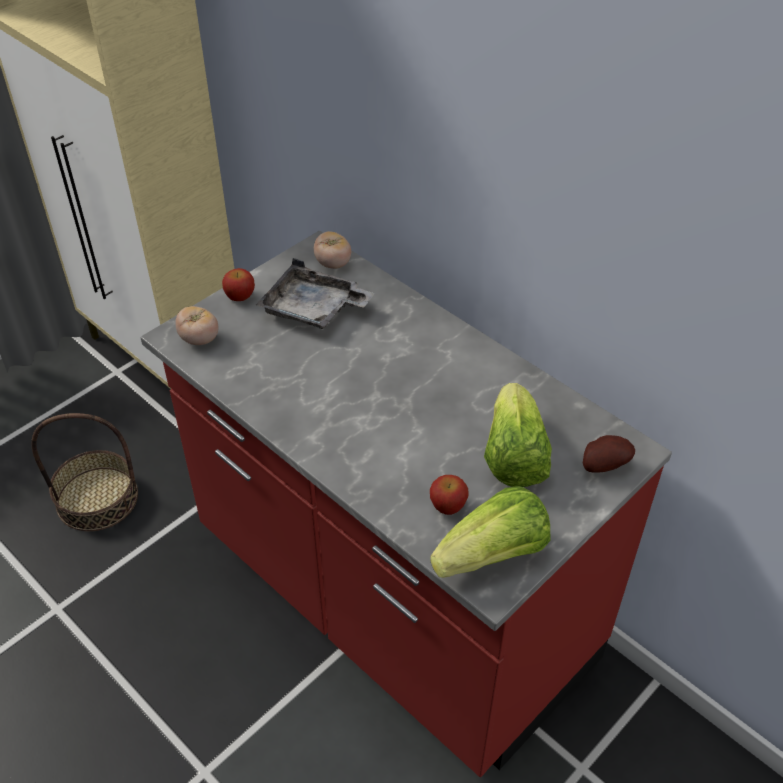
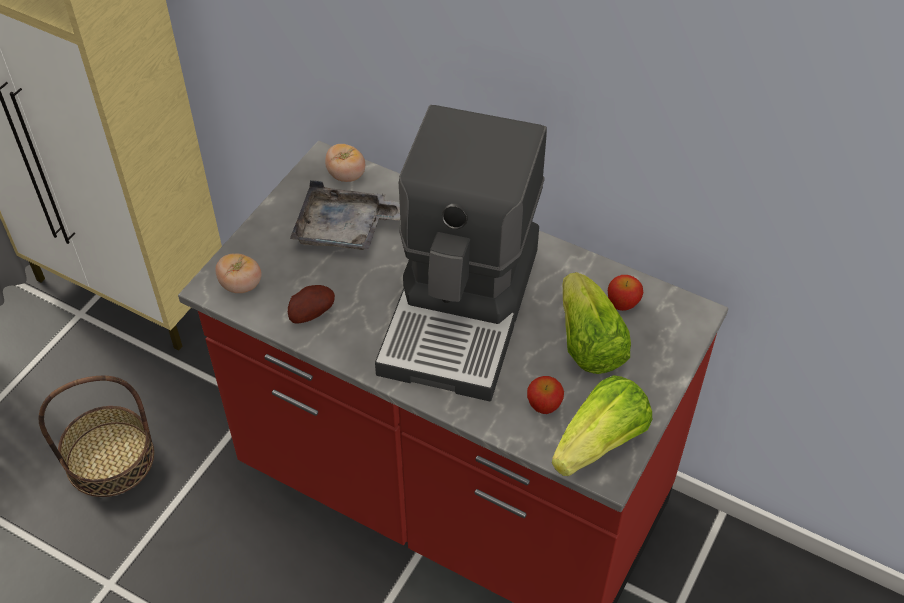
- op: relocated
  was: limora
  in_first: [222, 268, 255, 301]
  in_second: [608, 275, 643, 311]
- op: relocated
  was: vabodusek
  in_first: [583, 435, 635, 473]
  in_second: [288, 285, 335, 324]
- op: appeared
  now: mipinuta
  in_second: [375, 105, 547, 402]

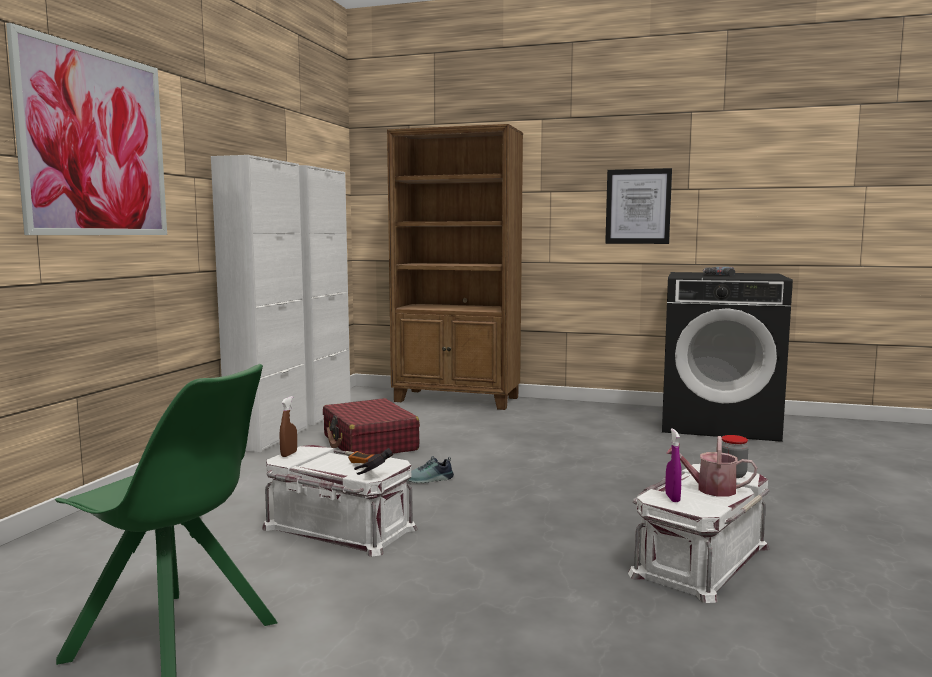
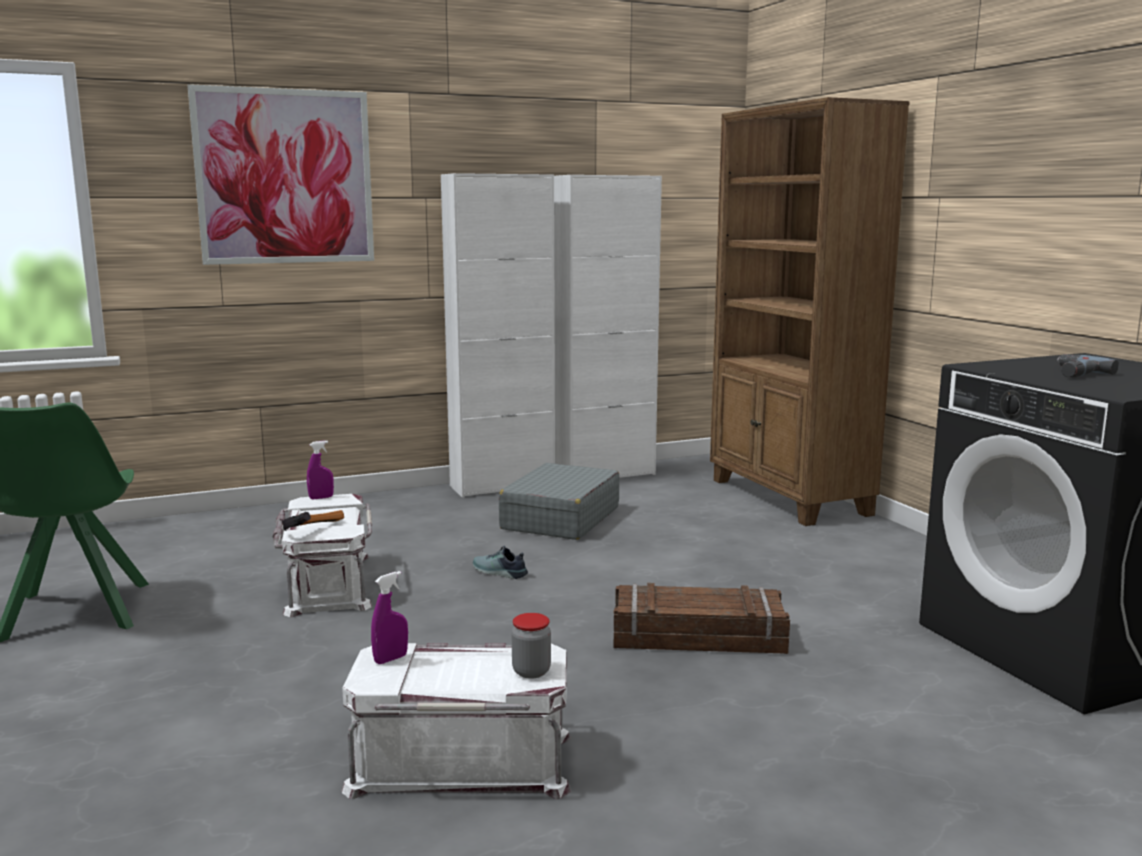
- op: missing
  was: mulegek
  in_first: [605, 168, 672, 244]
- op: colour
  was: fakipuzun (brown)
  now: fakipuzun (purple)
  in_first: [279, 396, 297, 457]
  in_second: [307, 441, 334, 499]
- op: colour
  was: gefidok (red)
  now: gefidok (grey)
  in_first: [323, 398, 420, 454]
  in_second: [499, 463, 620, 540]
- op: missing
  was: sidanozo
  in_first: [666, 436, 757, 497]
- op: appeared
  now: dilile
  in_second: [613, 583, 790, 654]

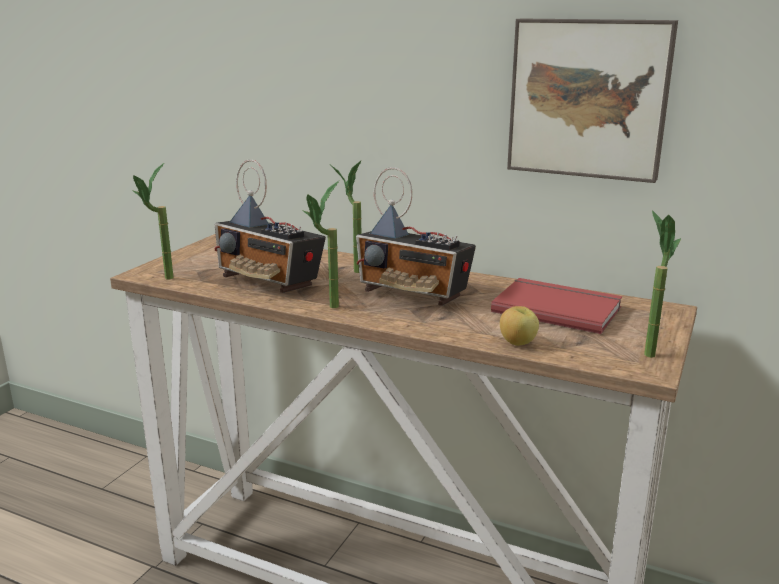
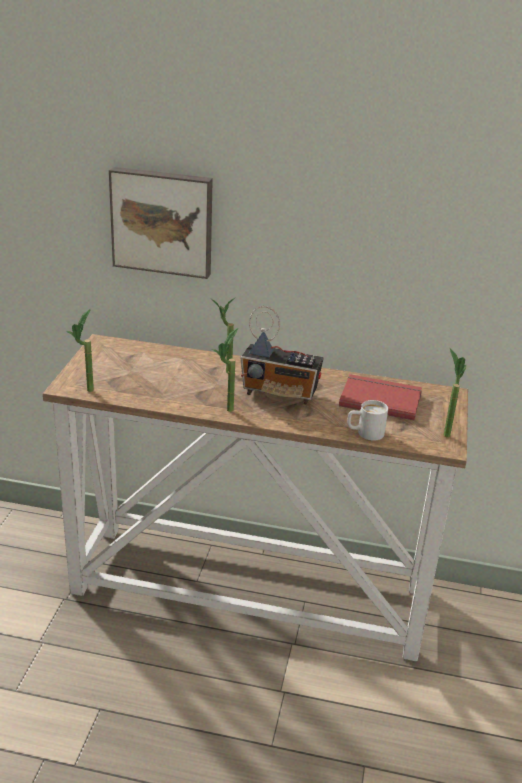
- op: relocated
  was: mulegek
  in_first: [507, 18, 678, 183]
  in_second: [109, 167, 213, 279]
- op: missing
  was: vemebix
  in_first: [214, 159, 326, 293]
- op: exchanged
  was: limora
  now: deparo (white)
  in_first: [500, 306, 539, 346]
  in_second: [347, 400, 388, 441]

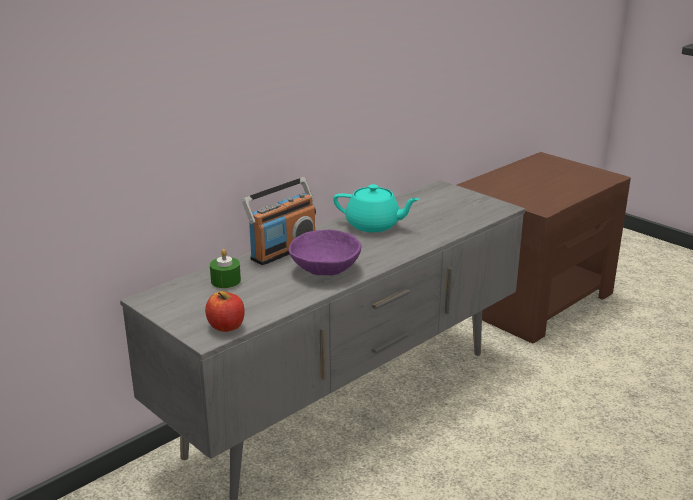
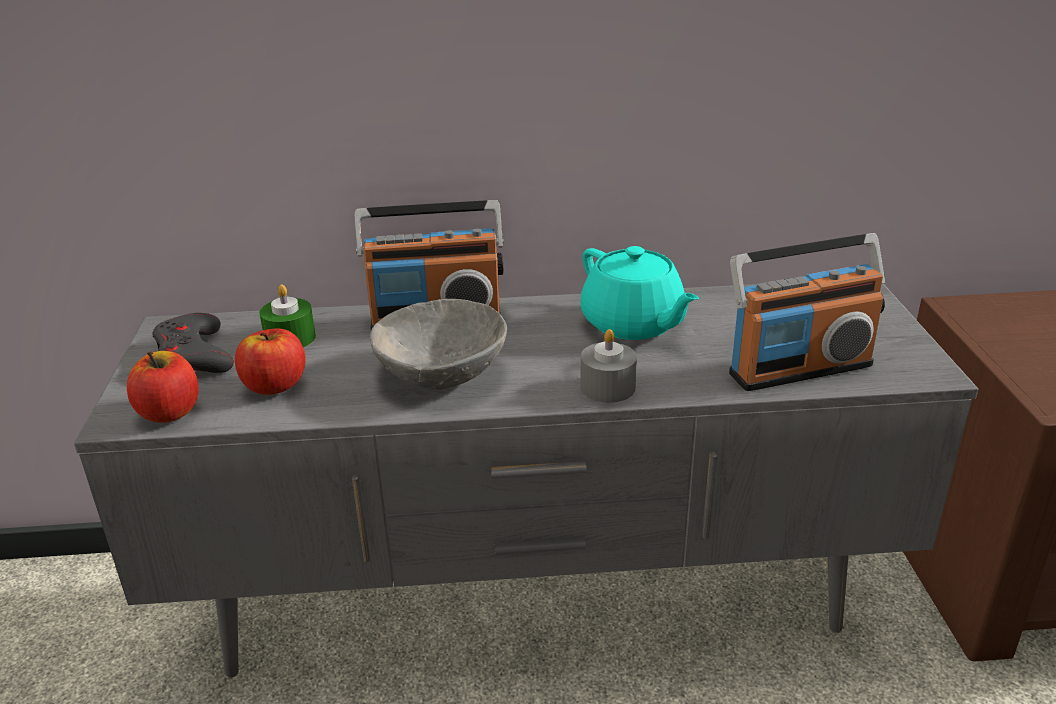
- op: colour
  was: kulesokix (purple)
  now: kulesokix (grey)
  in_first: [289, 229, 361, 275]
  in_second: [370, 299, 507, 390]
- op: appeared
  now: vemebix
  in_second: [729, 233, 885, 391]
- op: appeared
  now: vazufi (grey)
  in_second: [152, 313, 234, 373]
- op: appeared
  now: limora
  in_second: [235, 329, 306, 395]
- op: appeared
  now: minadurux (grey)
  in_second: [580, 329, 637, 403]

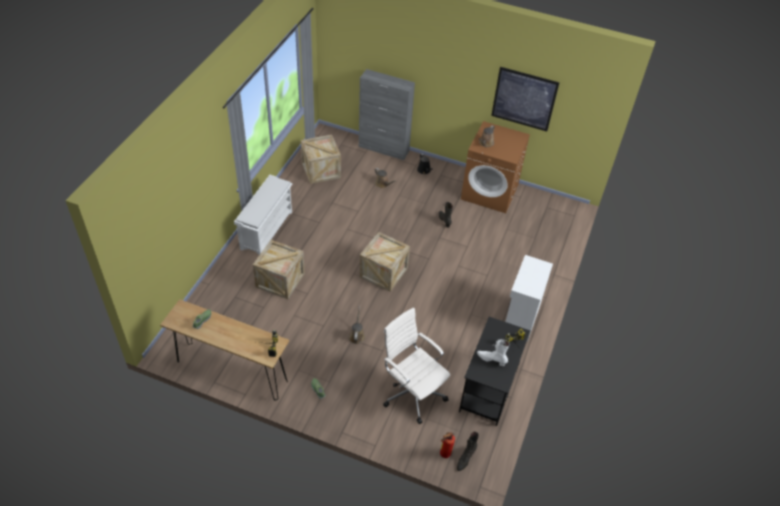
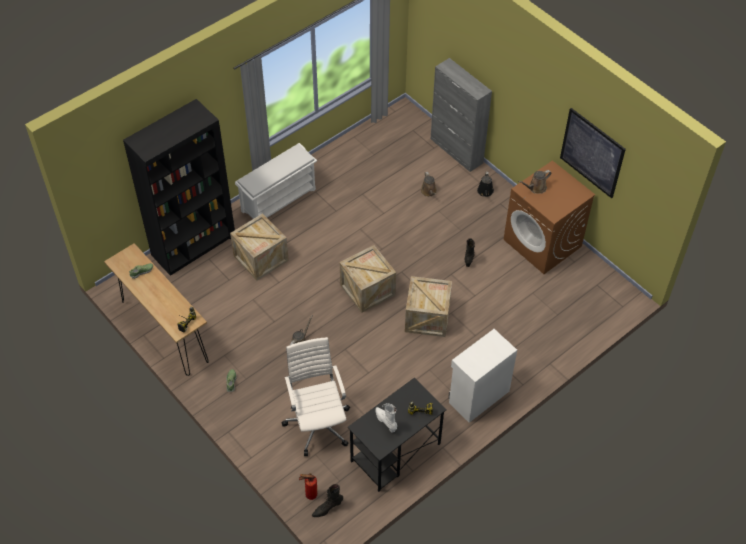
- op: relocated
  was: dilile
  in_first: [301, 134, 341, 184]
  in_second: [405, 276, 452, 337]
- op: appeared
  now: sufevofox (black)
  in_second: [123, 99, 235, 276]

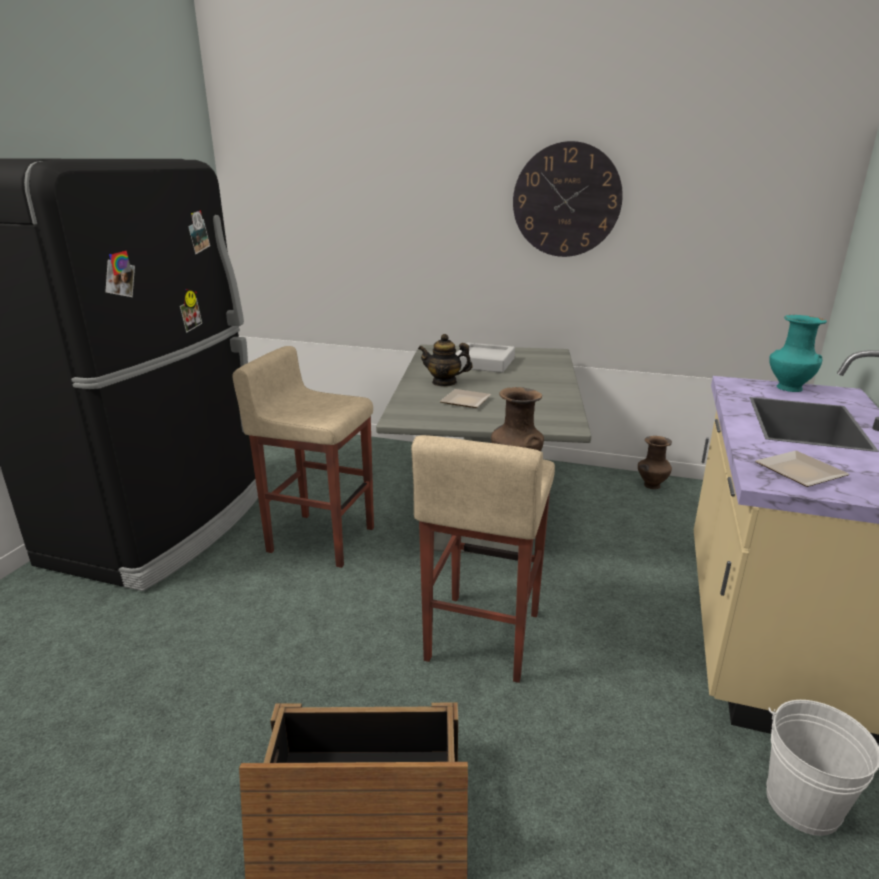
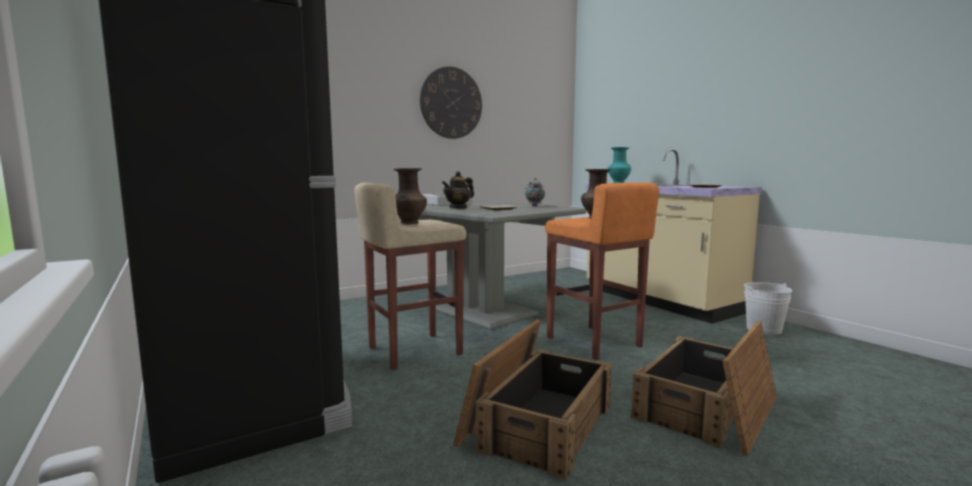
- op: colour
  was: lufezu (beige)
  now: lufezu (orange)
  in_first: [411, 435, 555, 683]
  in_second: [545, 183, 659, 360]
- op: relocated
  was: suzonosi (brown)
  in_first: [638, 436, 672, 489]
  in_second: [394, 168, 427, 224]
- op: appeared
  now: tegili
  in_second: [525, 178, 545, 206]
- op: appeared
  now: dilile
  in_second: [453, 319, 612, 480]

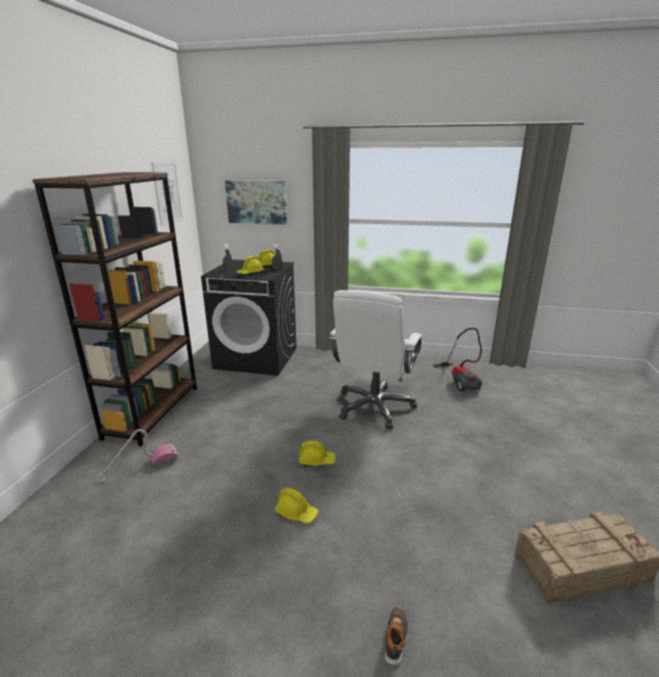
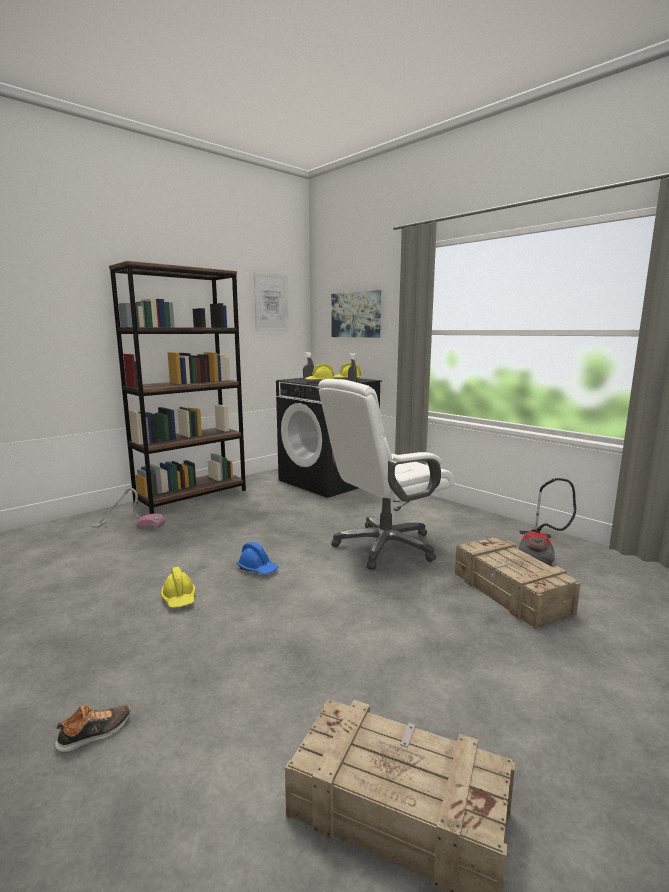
- op: colour
  was: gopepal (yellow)
  now: gopepal (blue)
  in_first: [299, 441, 336, 466]
  in_second: [237, 542, 279, 574]
- op: appeared
  now: dilile
  in_second: [455, 537, 581, 629]

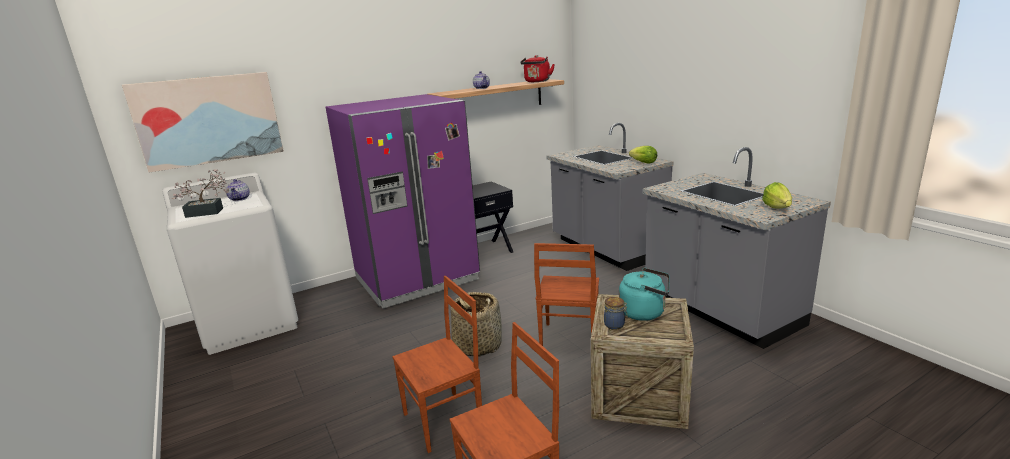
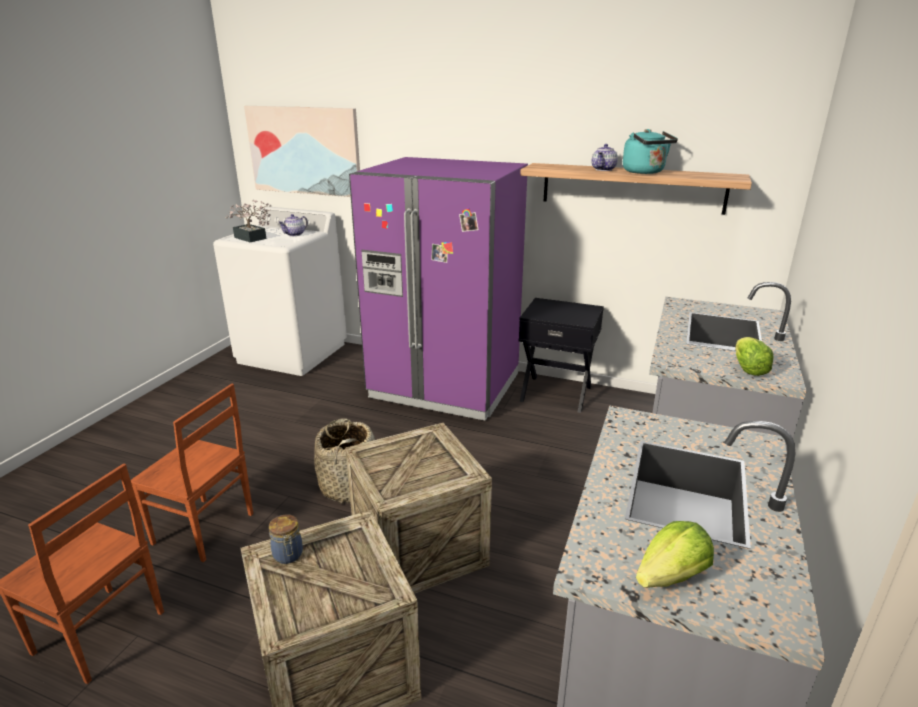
- op: missing
  was: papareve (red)
  in_first: [520, 55, 555, 82]
- op: exchanged
  was: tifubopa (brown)
  now: dilile
  in_first: [534, 243, 599, 346]
  in_second: [345, 423, 492, 594]
- op: relocated
  was: papareve (turquoise)
  in_first: [619, 268, 669, 321]
  in_second: [623, 129, 678, 174]

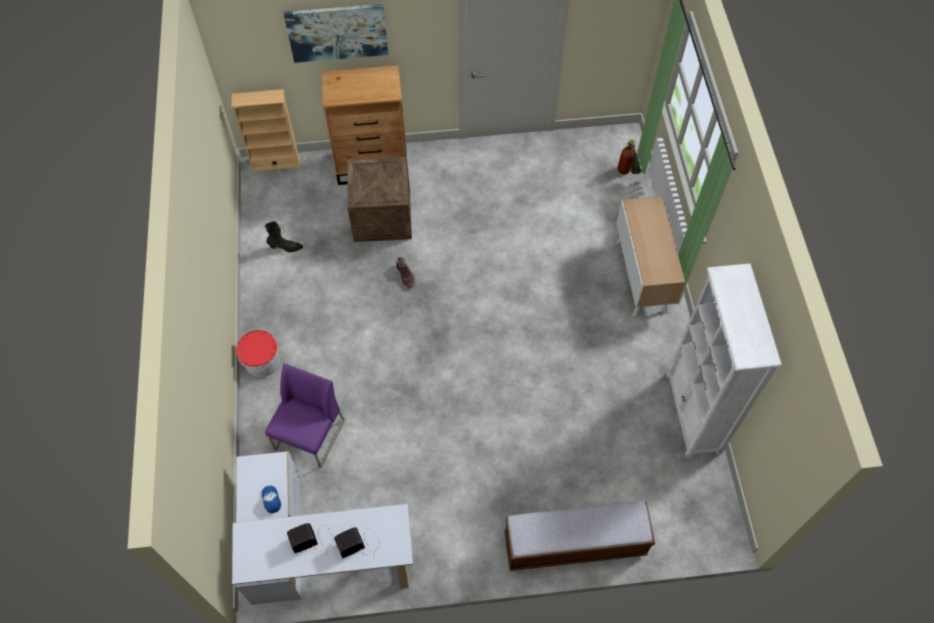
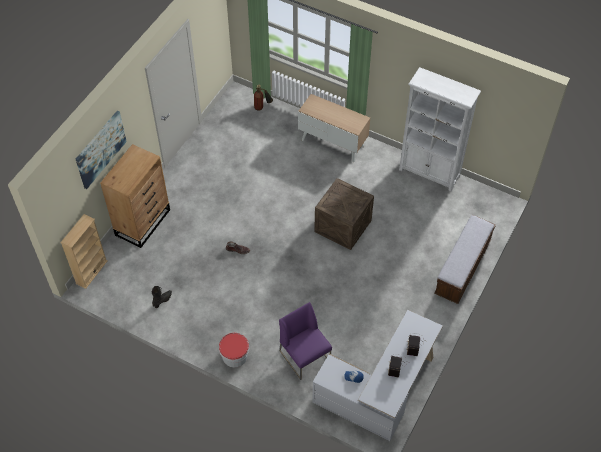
- op: relocated
  was: dilile
  in_first: [347, 157, 412, 242]
  in_second: [314, 178, 374, 250]

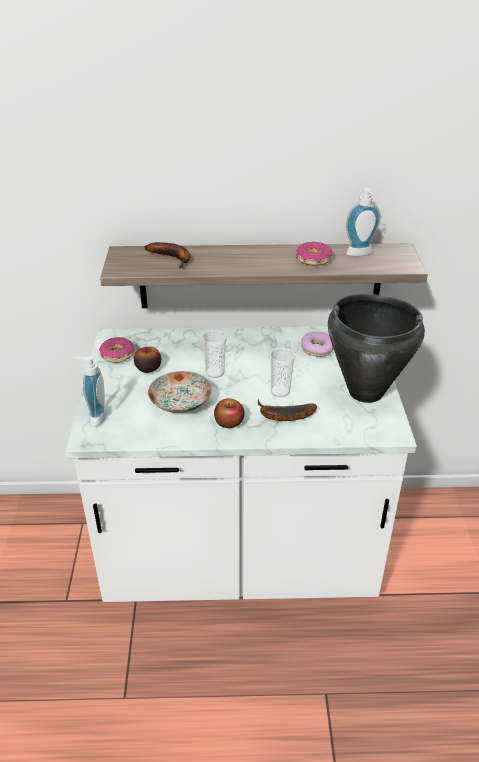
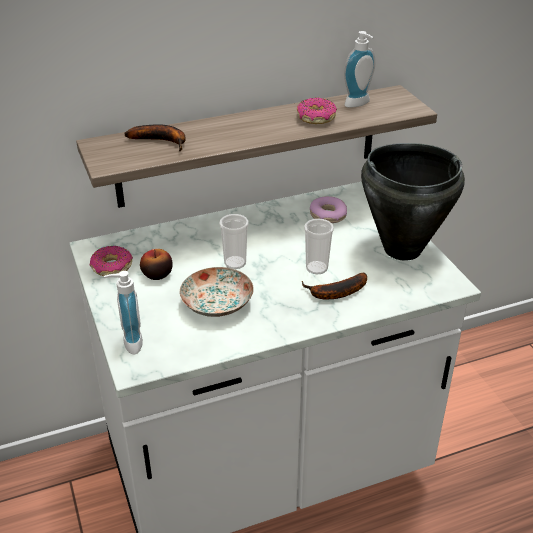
- op: missing
  was: limora
  in_first: [214, 398, 245, 428]

